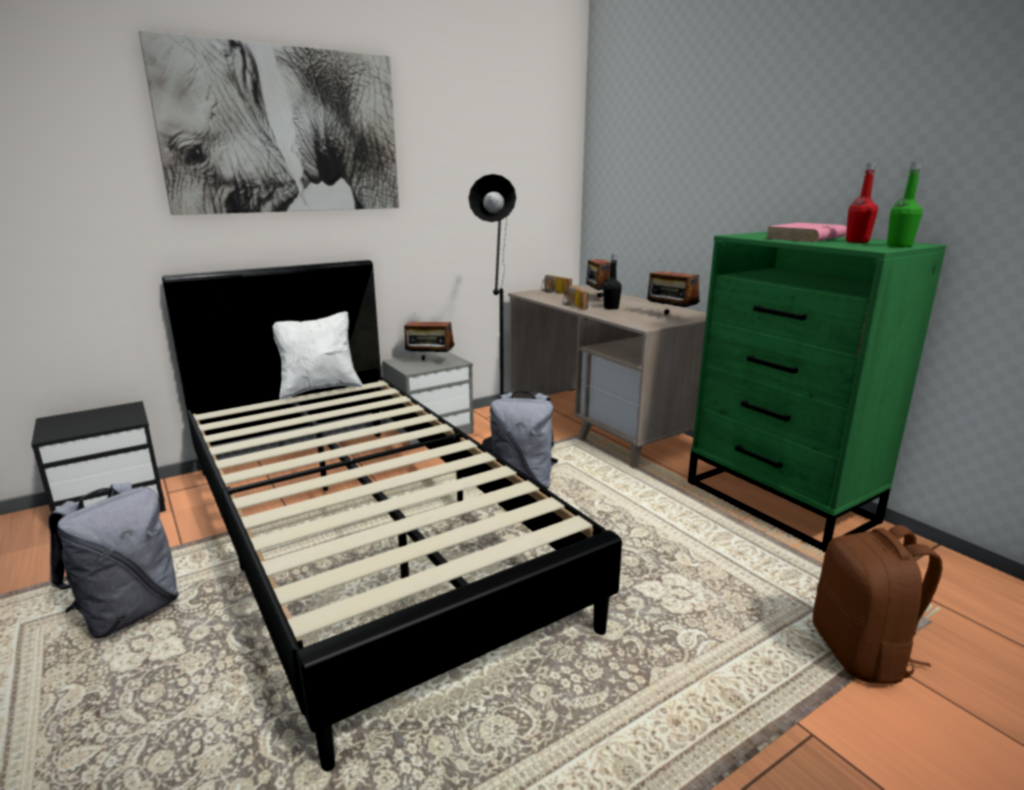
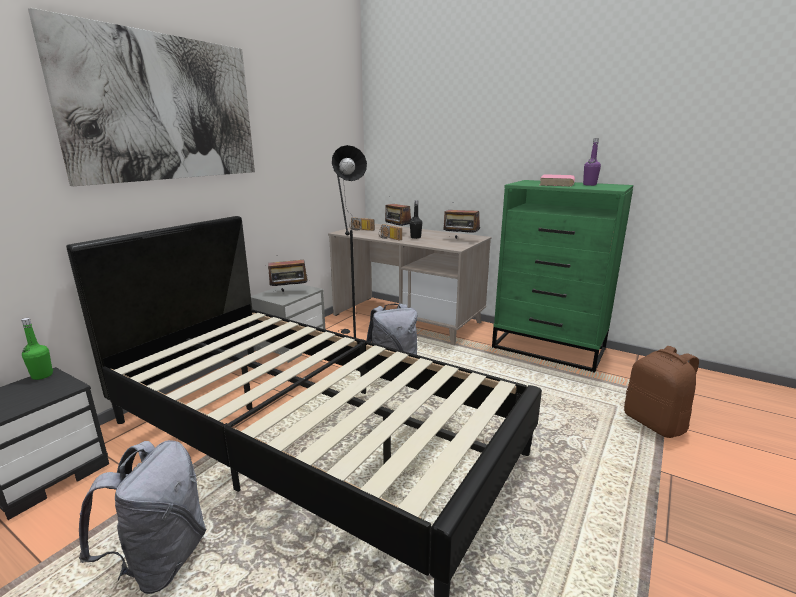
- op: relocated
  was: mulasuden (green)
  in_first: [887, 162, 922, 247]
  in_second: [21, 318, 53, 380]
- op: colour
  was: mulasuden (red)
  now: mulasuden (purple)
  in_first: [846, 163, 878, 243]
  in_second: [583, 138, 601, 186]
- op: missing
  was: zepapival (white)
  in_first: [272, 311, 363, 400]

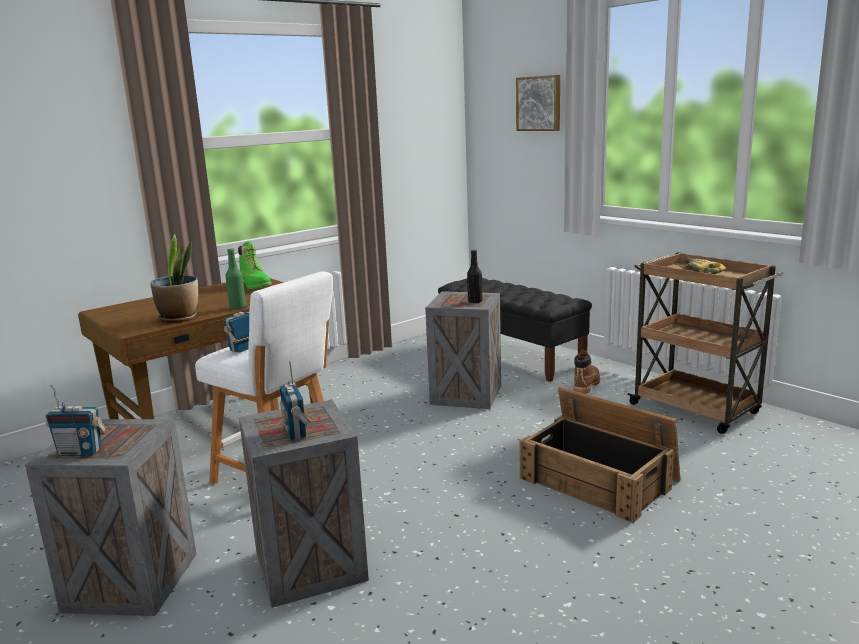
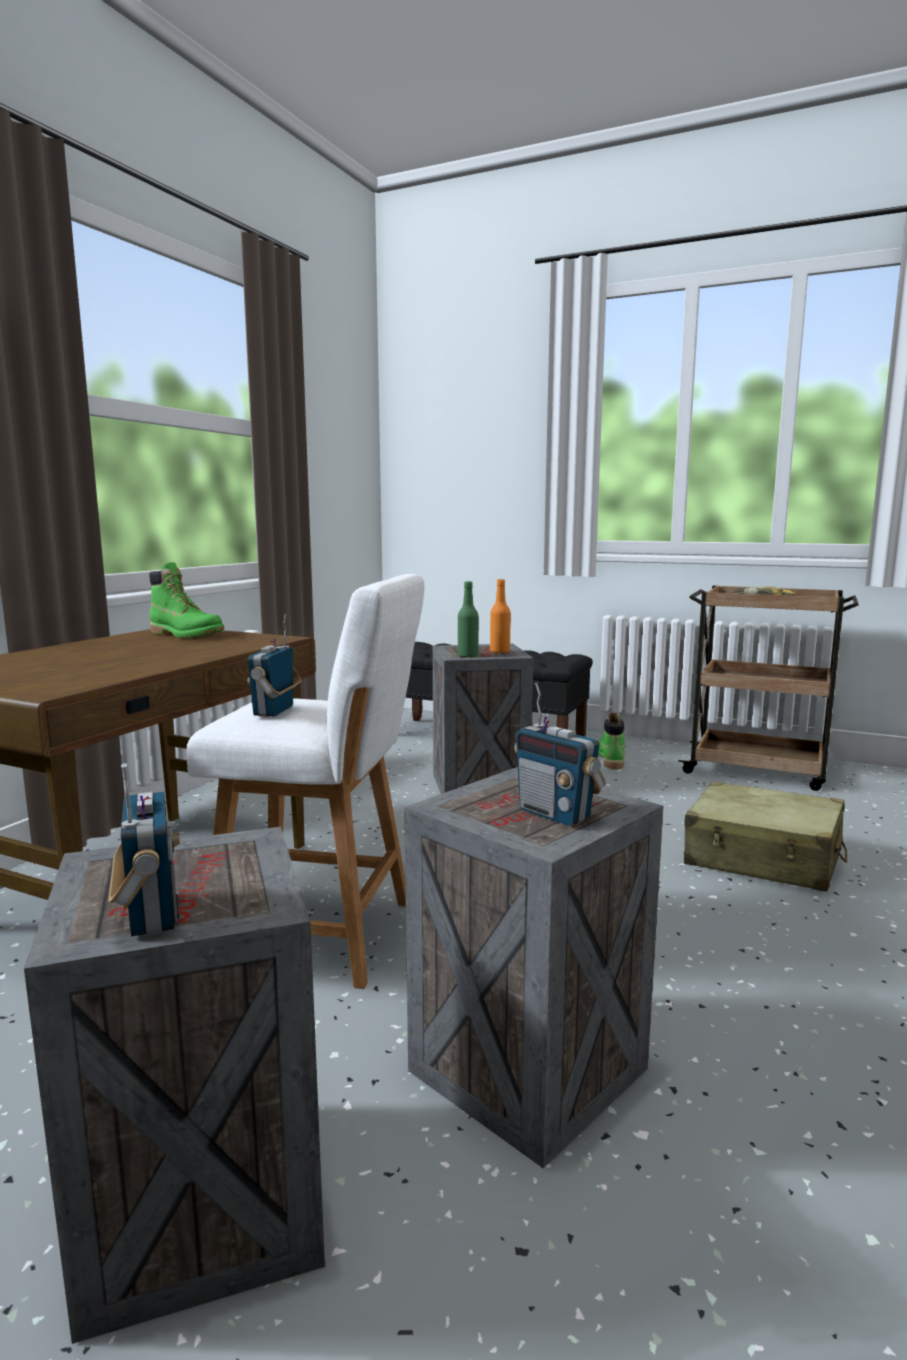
- op: missing
  was: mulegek
  in_first: [516, 75, 560, 131]
- op: missing
  was: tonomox
  in_first: [151, 234, 198, 323]
- op: relocated
  was: mulasuden (green)
  in_first: [225, 249, 246, 309]
  in_second: [458, 581, 479, 658]
- op: colour
  was: mulasuden (black)
  now: mulasuden (orange)
  in_first: [467, 250, 482, 303]
  in_second: [490, 579, 511, 653]
- op: colour
  was: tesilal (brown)
  now: tesilal (green)
  in_first: [574, 350, 600, 394]
  in_second: [598, 713, 625, 770]
- op: spun
  was: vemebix
  in_first: [46, 385, 106, 456]
  in_second: [109, 763, 180, 937]
  clockwise: -90
- op: exchanged
  was: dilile
  now: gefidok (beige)
  in_first: [519, 387, 680, 523]
  in_second: [684, 782, 847, 892]

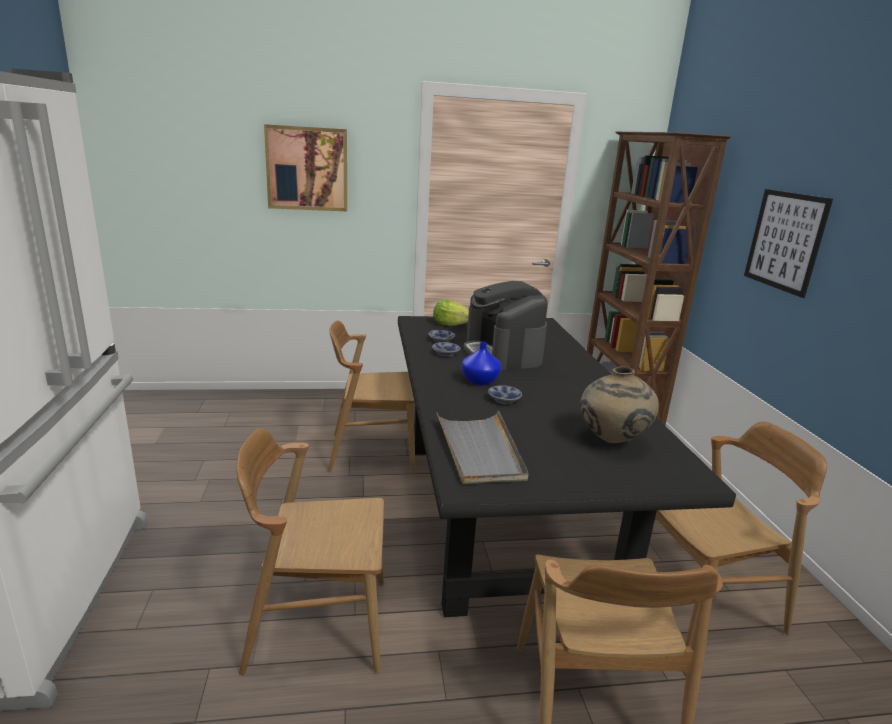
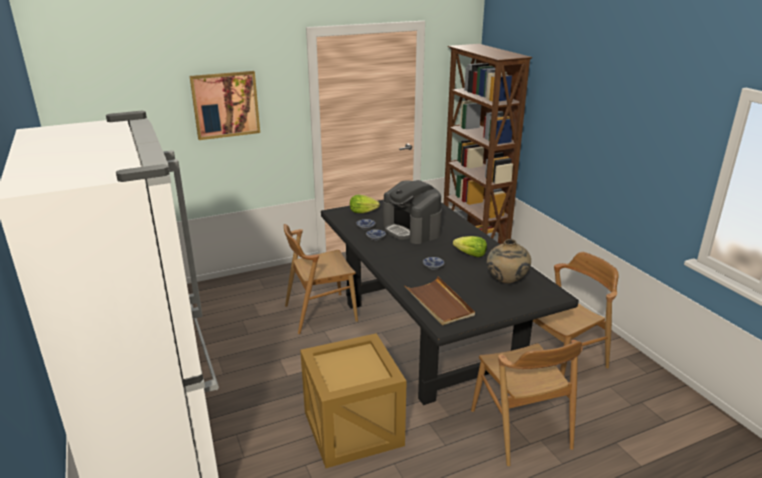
- op: missing
  was: mulegek
  in_first: [744, 189, 833, 298]
- op: missing
  was: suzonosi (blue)
  in_first: [462, 341, 502, 385]
- op: colour
  was: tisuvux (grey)
  now: tisuvux (brown)
  in_first: [436, 411, 529, 484]
  in_second: [404, 276, 475, 325]
- op: exchanged
  was: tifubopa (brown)
  now: dilile
  in_first: [236, 428, 384, 675]
  in_second: [300, 333, 407, 468]
- op: appeared
  now: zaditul
  in_second: [453, 236, 487, 257]

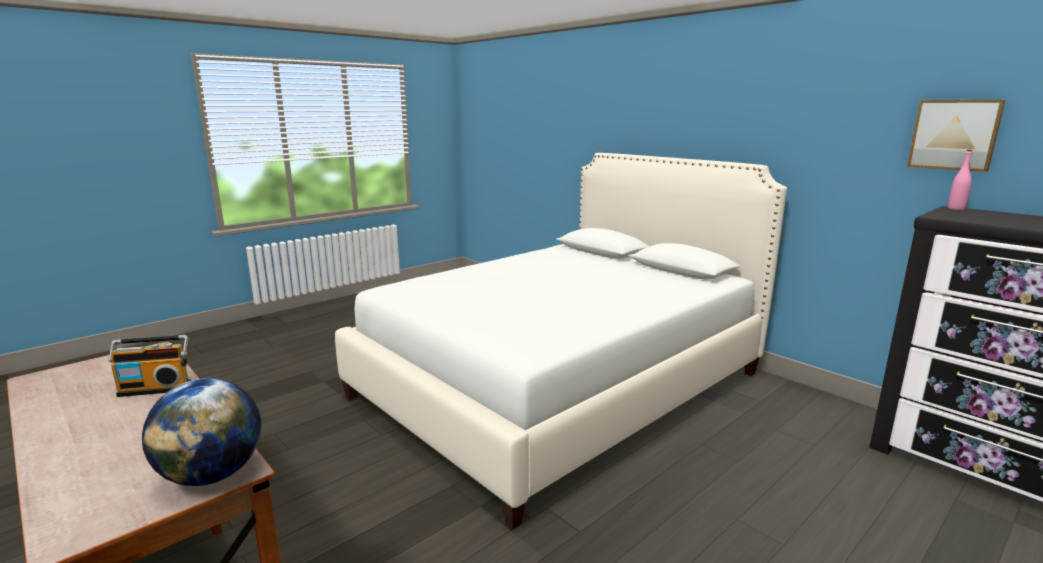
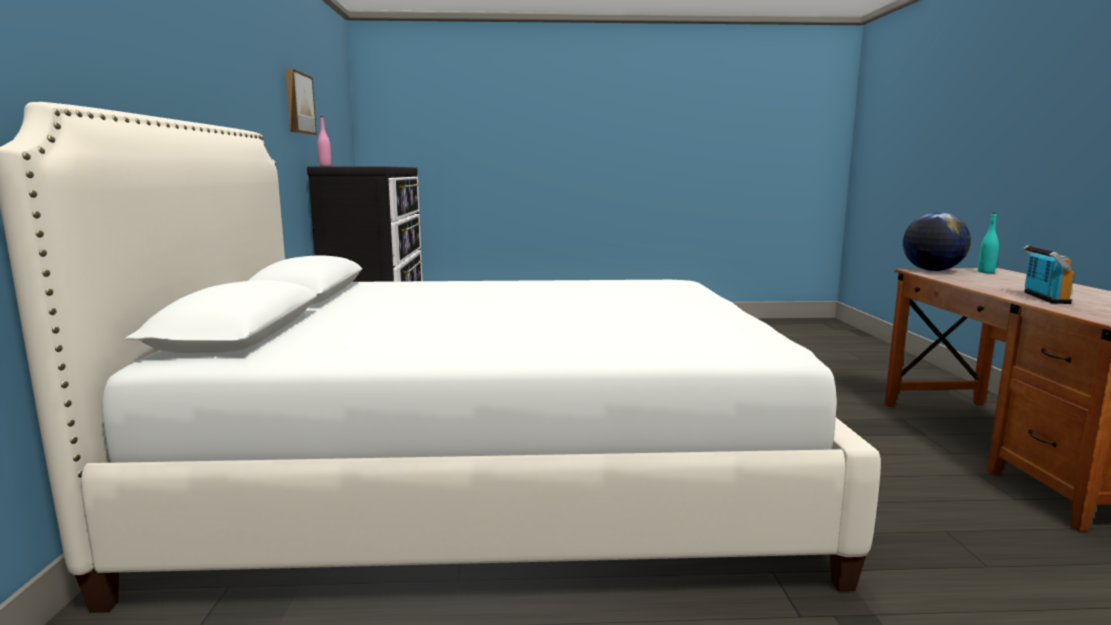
- op: spun
  was: vemebix
  in_first: [108, 335, 191, 397]
  in_second: [1023, 245, 1074, 304]
  clockwise: 75
- op: appeared
  now: mulasuden (turquoise)
  in_second: [978, 213, 999, 273]

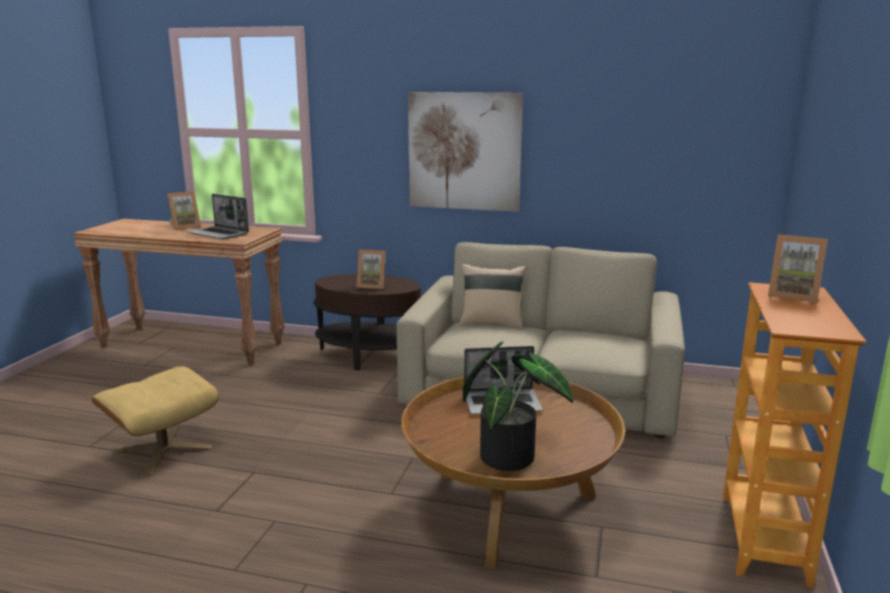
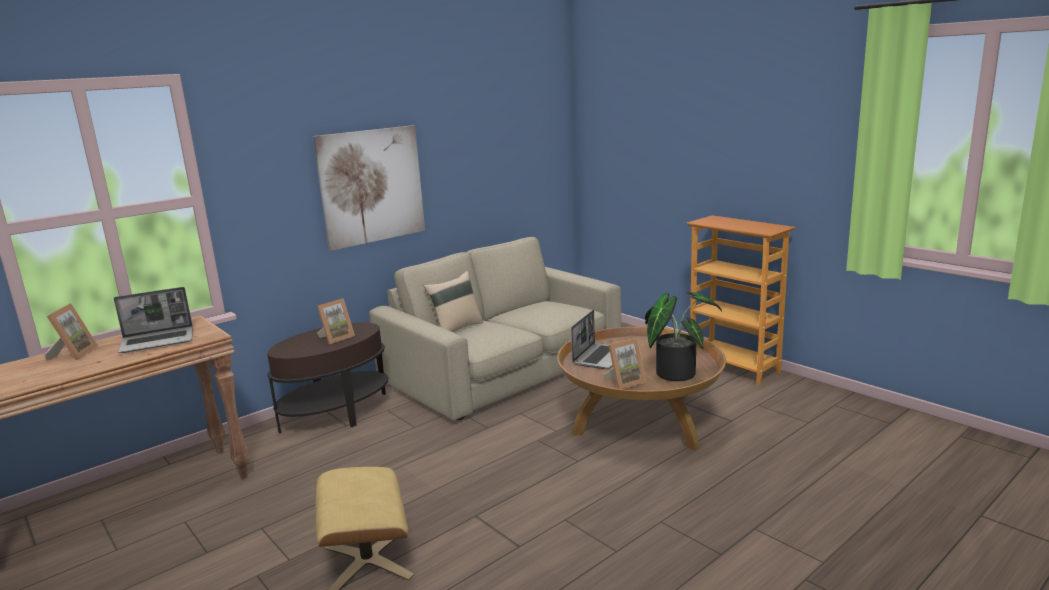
- op: relocated
  was: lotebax
  in_first: [768, 234, 828, 303]
  in_second: [604, 338, 646, 389]

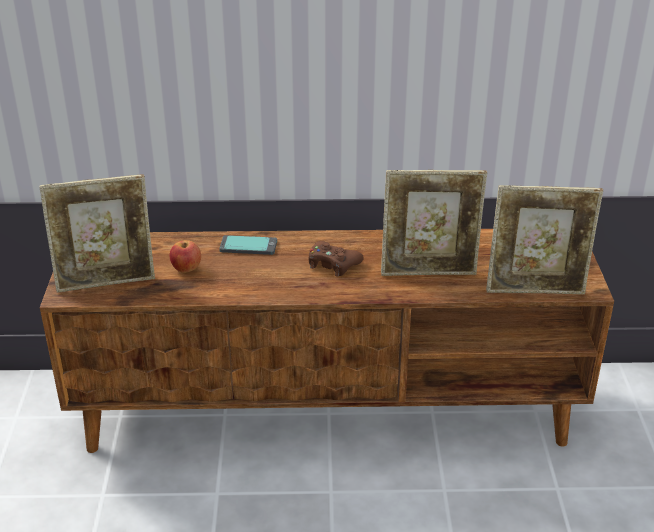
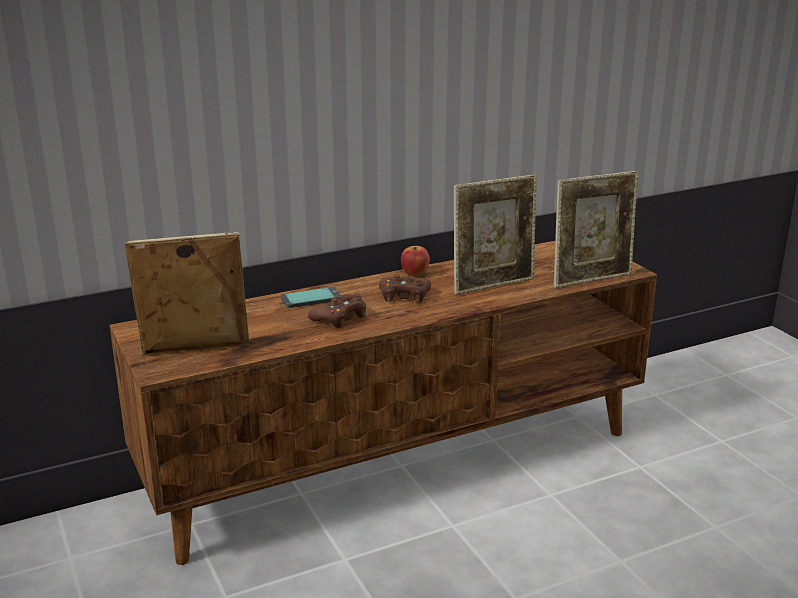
- op: spun
  was: lotebax
  in_first: [39, 174, 155, 293]
  in_second: [124, 232, 249, 355]
  clockwise: -150
- op: relocated
  was: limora
  in_first: [170, 240, 201, 273]
  in_second: [401, 246, 430, 276]
- op: appeared
  now: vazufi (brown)
  in_second: [308, 294, 366, 328]

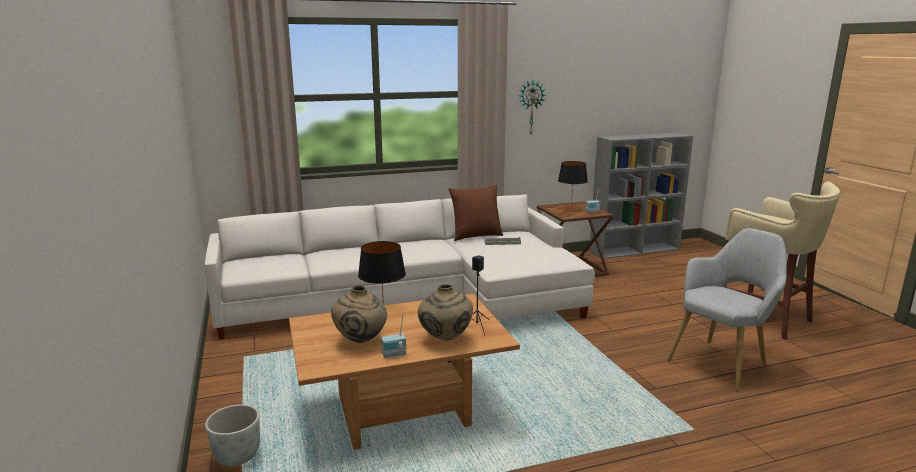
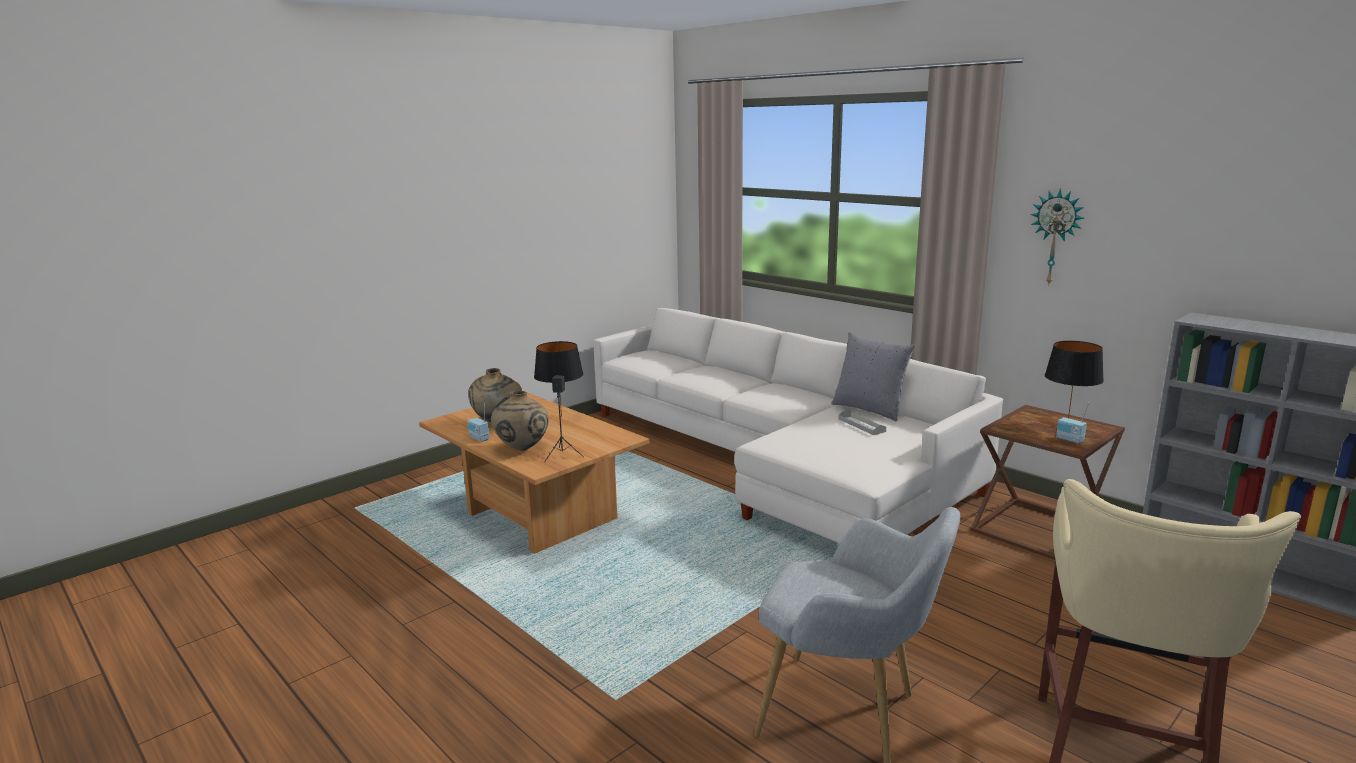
- op: colour
  was: zepapival (brown)
  now: zepapival (grey)
  in_first: [448, 185, 503, 241]
  in_second: [831, 332, 915, 422]
- op: missing
  was: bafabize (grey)
  in_first: [205, 404, 260, 466]

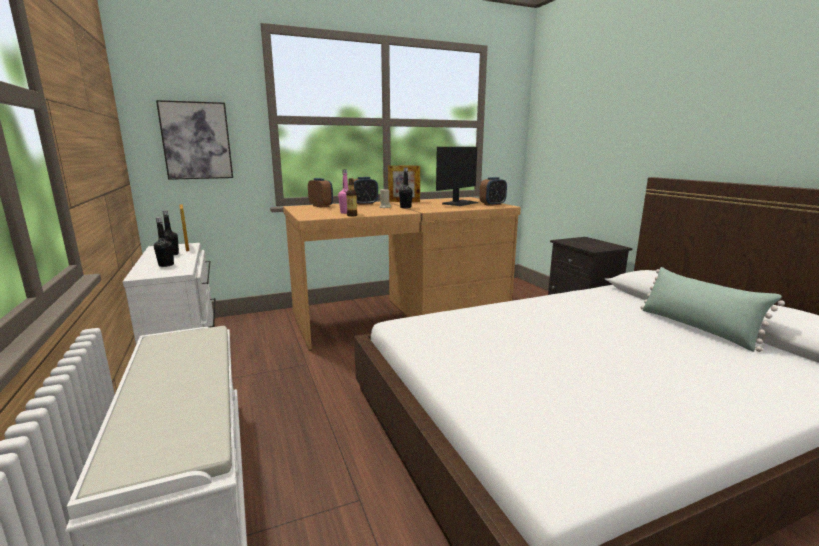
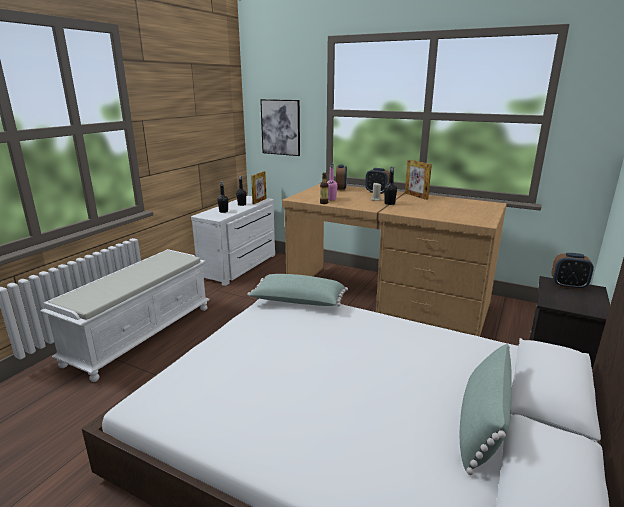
- op: missing
  was: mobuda
  in_first: [436, 147, 479, 206]
- op: relocated
  was: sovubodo
  in_first: [479, 177, 507, 206]
  in_second: [551, 253, 594, 290]
- op: appeared
  now: zepapival (green)
  in_second: [247, 274, 348, 306]

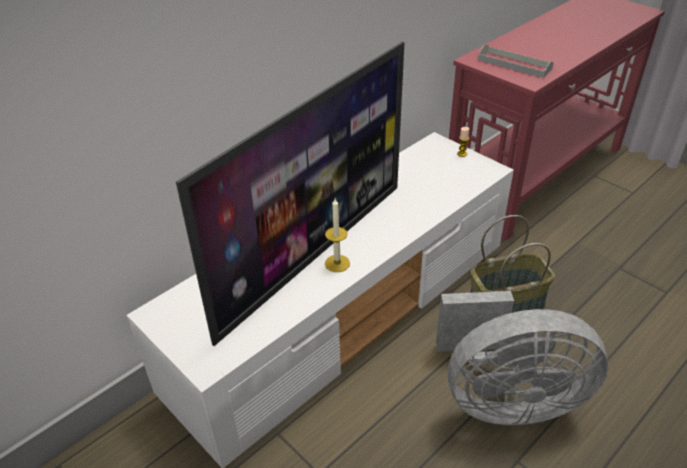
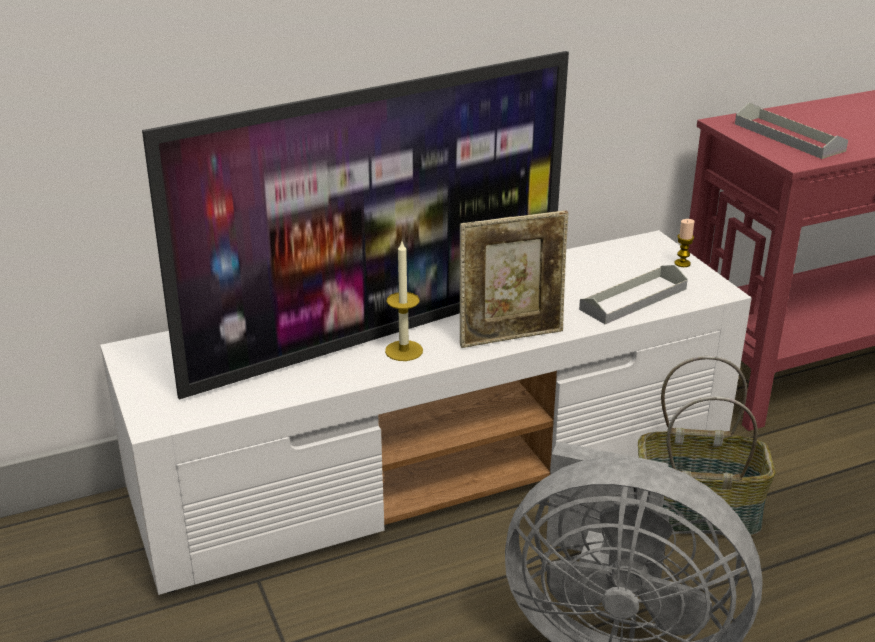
- op: appeared
  now: lotebax
  in_second: [460, 211, 568, 348]
- op: appeared
  now: tisuvux (grey)
  in_second: [579, 265, 688, 324]

